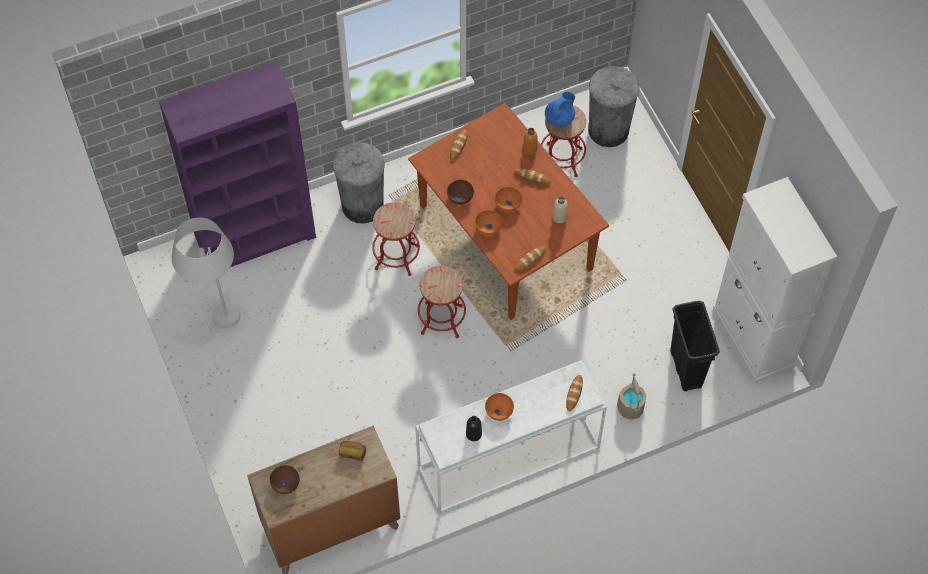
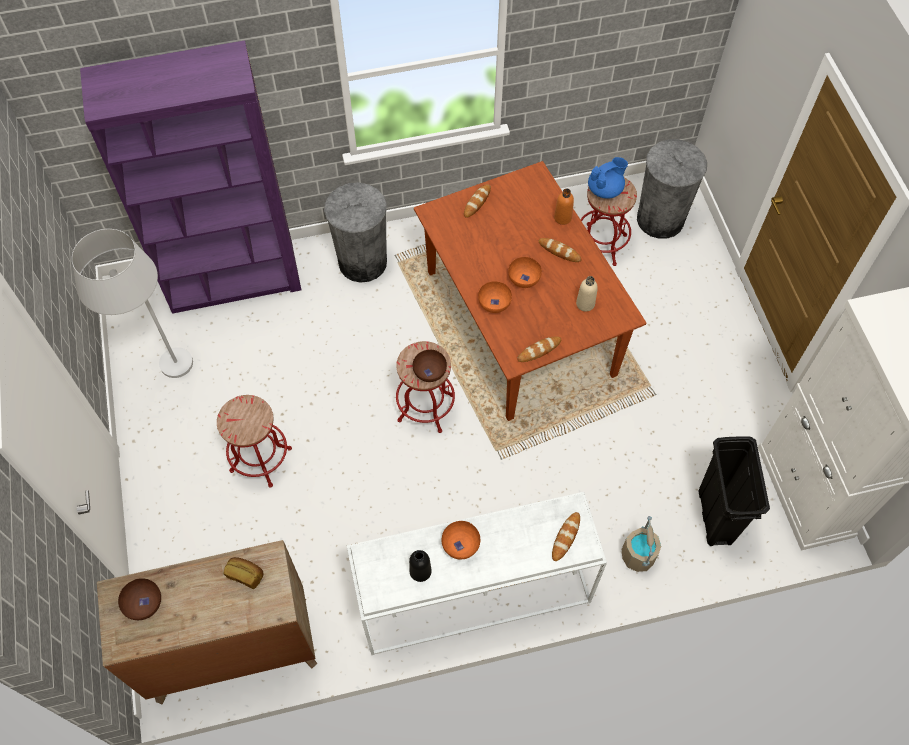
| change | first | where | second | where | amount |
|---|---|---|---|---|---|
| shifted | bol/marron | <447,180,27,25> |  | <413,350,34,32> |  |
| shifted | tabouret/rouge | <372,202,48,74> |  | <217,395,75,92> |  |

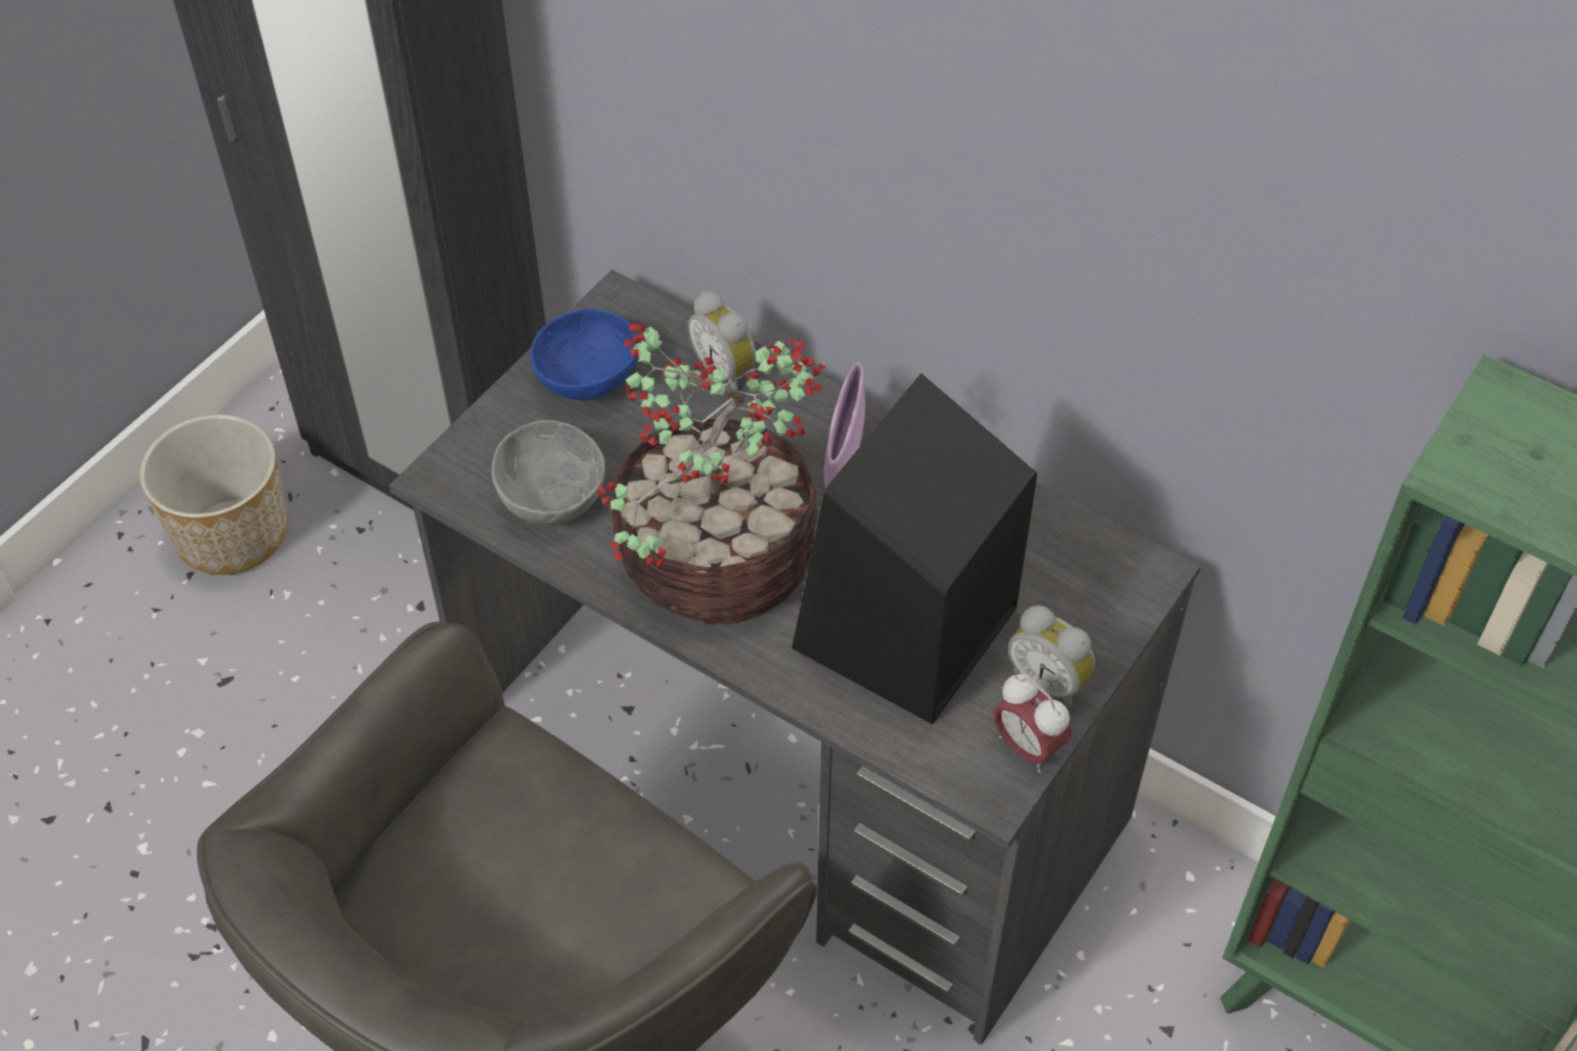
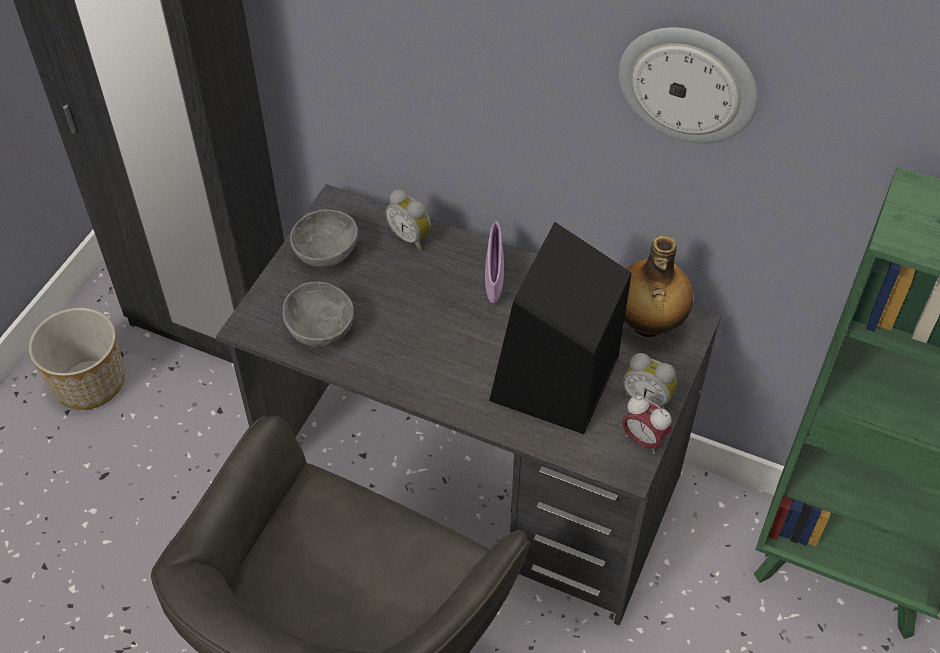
| change | first | where | second | where | amount |
|---|---|---|---|---|---|
| repainted | bol/bleu | <530,309,108,91> | bol/gris | <290,209,68,58> |  |
| gone | plante en pot | <597,322,229,302> |  |  |  |
| new |  |  | horloge murale | <619,27,139,116> |  |
| new |  |  | bouteille | <624,236,69,101> |  |

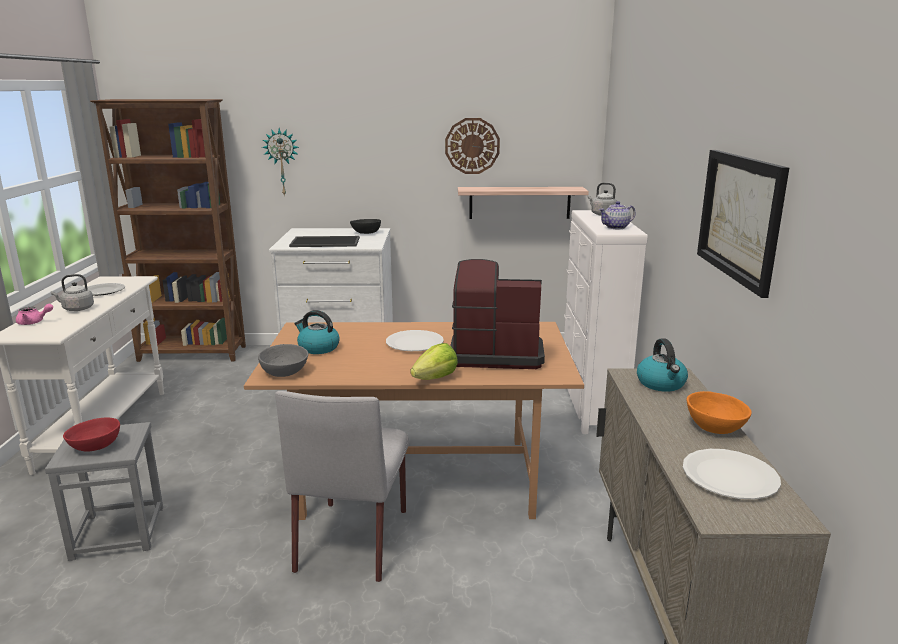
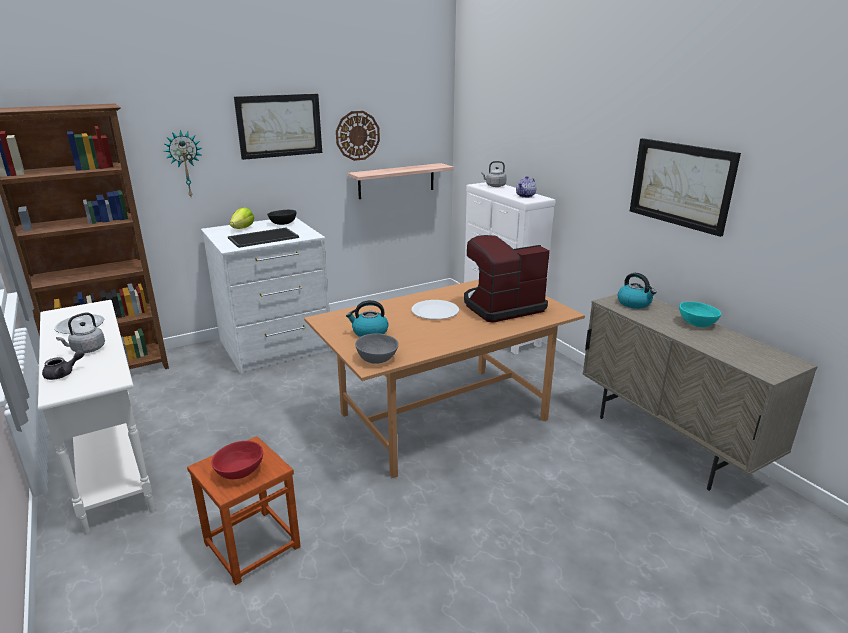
| change | first | where | second | where | amount |
|---|---|---|---|---|---|
| repainted | théière/rose | <16,304,37,21> | théière/gris | <42,350,43,30> |  |
| shifted | laitue | <411,343,47,37> |  | <230,207,25,22> |  |
| gone | chaise/gris | <275,391,134,191> |  |  |  |
| repainted | bol/orange | <687,391,65,43> | bol/turquoise | <679,302,42,25> |  |
| repainted | tabouret/gris | <45,422,118,139> | tabouret/marron | <187,436,114,149> |  |
| gone | assiette/blanc | <683,449,98,50> |  |  |  |
| new |  |  | tableau | <234,94,88,66> |  |

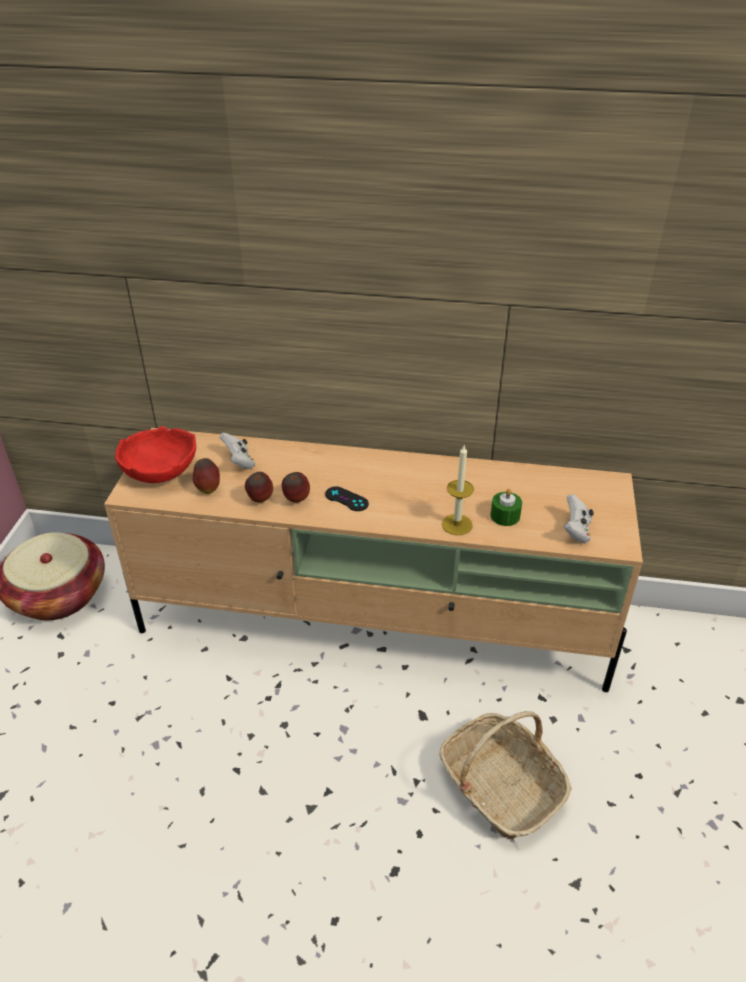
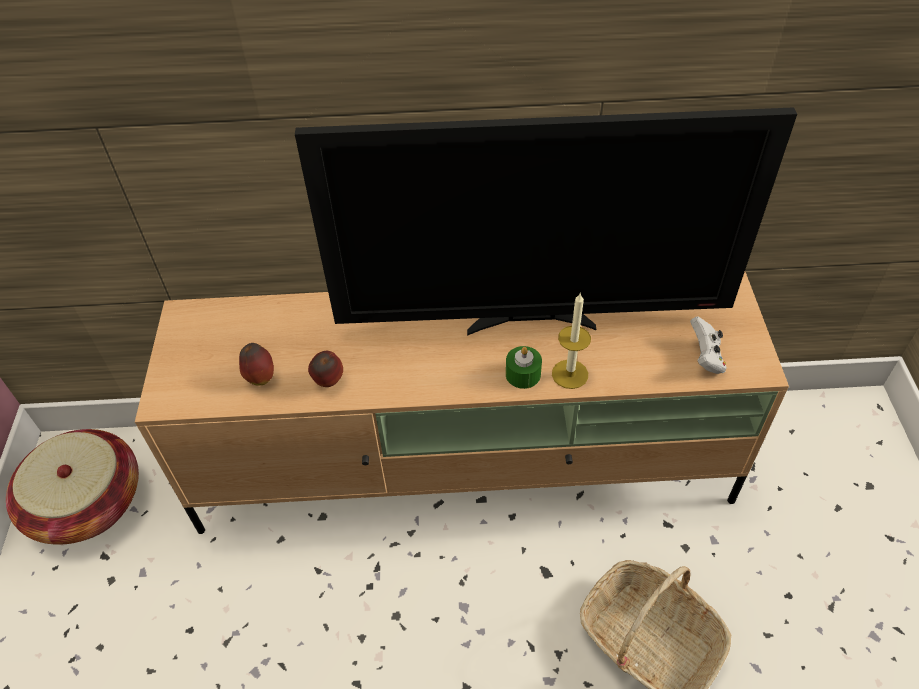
| change | first | where | second | where | amount |
|---|---|---|---|---|---|
| gone | bol/rouge | <115,426,81,57> |  |  |  |
| gone | manette/blanc | <219,433,36,36> |  |  |  |
| gone | pomme | <282,472,28,31> |  |  |  |
| gone | manette/noir | <325,486,44,25> |  |  |  |
| shifted | bougie/vert | <490,489,32,37> |  | <506,346,36,43> |  |
| new |  |  | téléviseur | <295,107,502,229> |  |

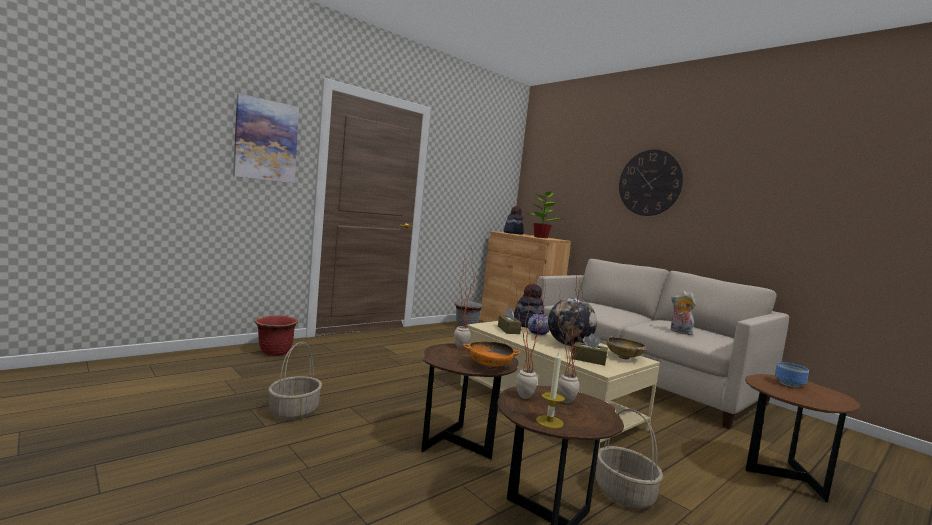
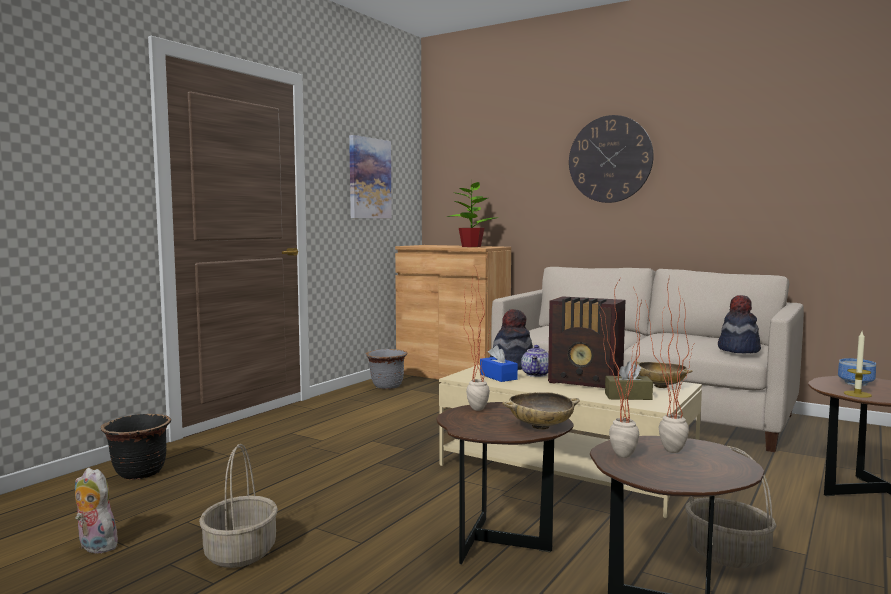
| change | first | where | second | where | amount |
|---|---|---|---|---|---|
| shifted | tableau | <233,94,66,89> |  | <349,135,43,83> |  |
| shifted | chapeau | <504,206,20,29> |  | <718,295,43,58> |  |
| shifted | peluche | <671,291,25,44> |  | <75,468,47,85> |  |
| swapped | globe | <548,298,49,48> | radio | <548,296,77,92> |  |
| repainted | boîte à mouchoirs/marron | <498,307,24,27> | boîte à mouchoirs/bleu | <480,345,38,37> |  |
| repainted | cache-pot/rouge | <255,315,43,41> | cache-pot/noir | <101,414,70,66> |  |
| repainted | bol/orange | <463,341,58,28> | bol/beige | <502,392,78,37> |  |
| shifted | bougie | <536,352,29,77> |  | <844,332,28,66> |  |

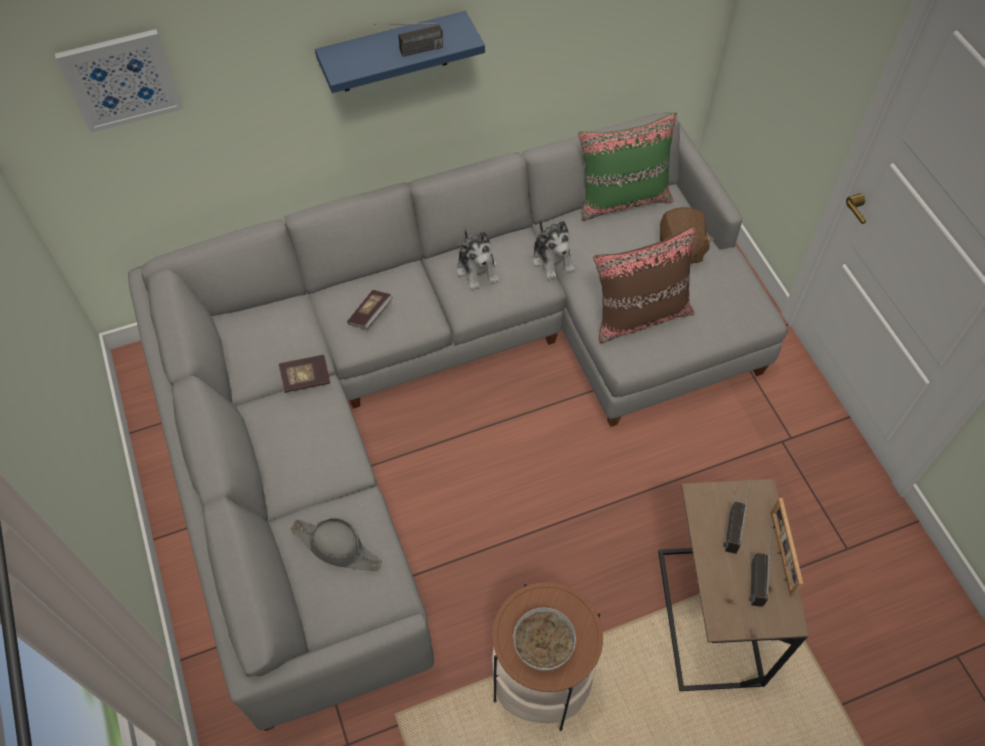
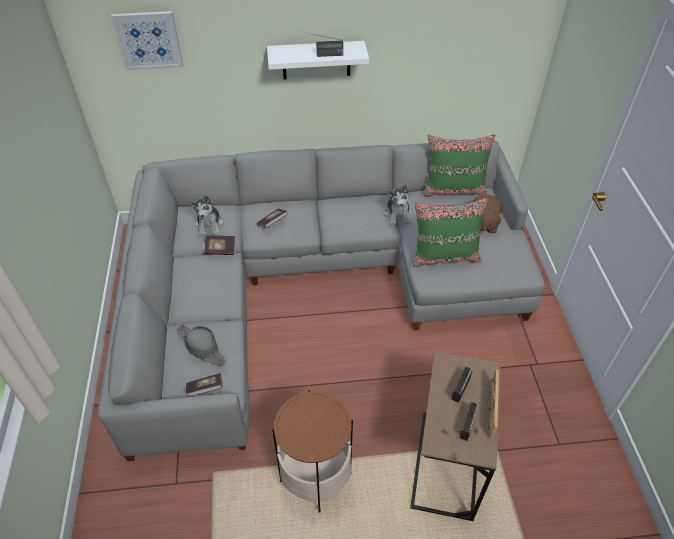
| change | first | where | second | where | amount |
|---|---|---|---|---|---|
| repainted | étagère/bleu | <315,11,170,82> | étagère/blanc | <267,41,102,38> |  |
| repainted | coussin/marron | <593,226,103,118> | coussin/vert | <412,198,76,69> |  |
| shifted | peluche | <456,229,43,62> |  | <189,195,34,41> |  |
| gone | bol | <513,607,63,64> |  |  |  |
| new |  |  | livre | <186,373,37,24> |  |

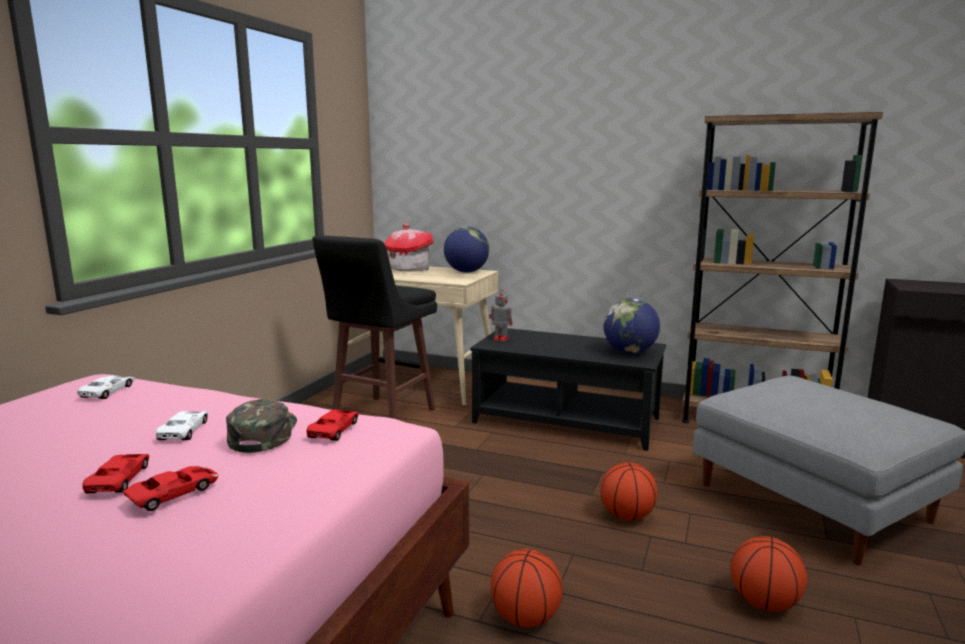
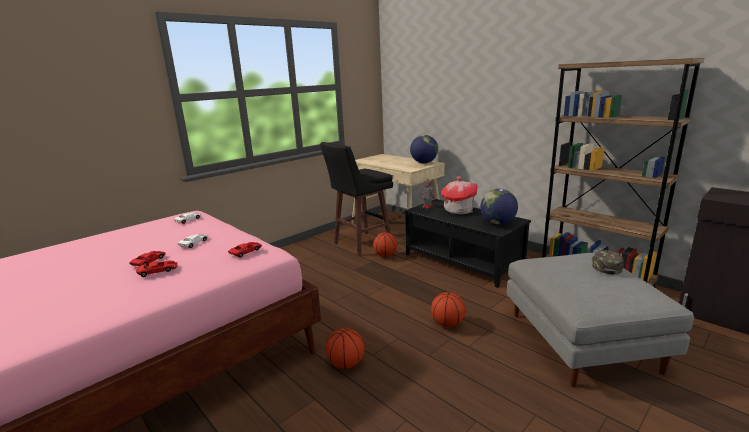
| change | first | where | second | where | amount |
|---|---|---|---|---|---|
| shifted | maison miniature | <384,223,50,48> |  | <441,176,37,38> |  |
| shifted | casquette/vert | <226,399,71,54> |  | <592,250,32,24> |  |
| shifted | ballon de basket | <730,536,78,76> |  | <373,232,25,25> |  |

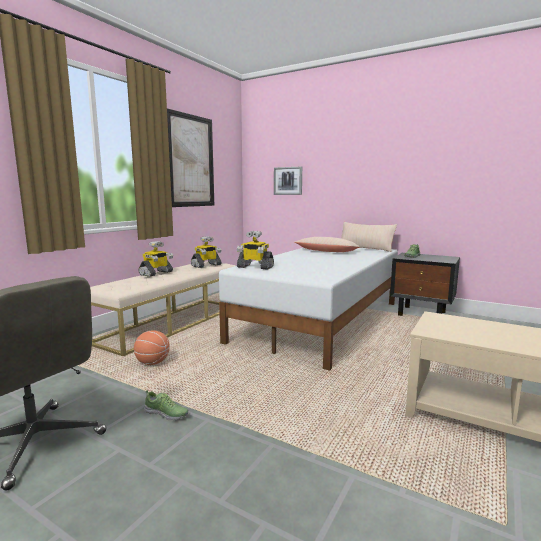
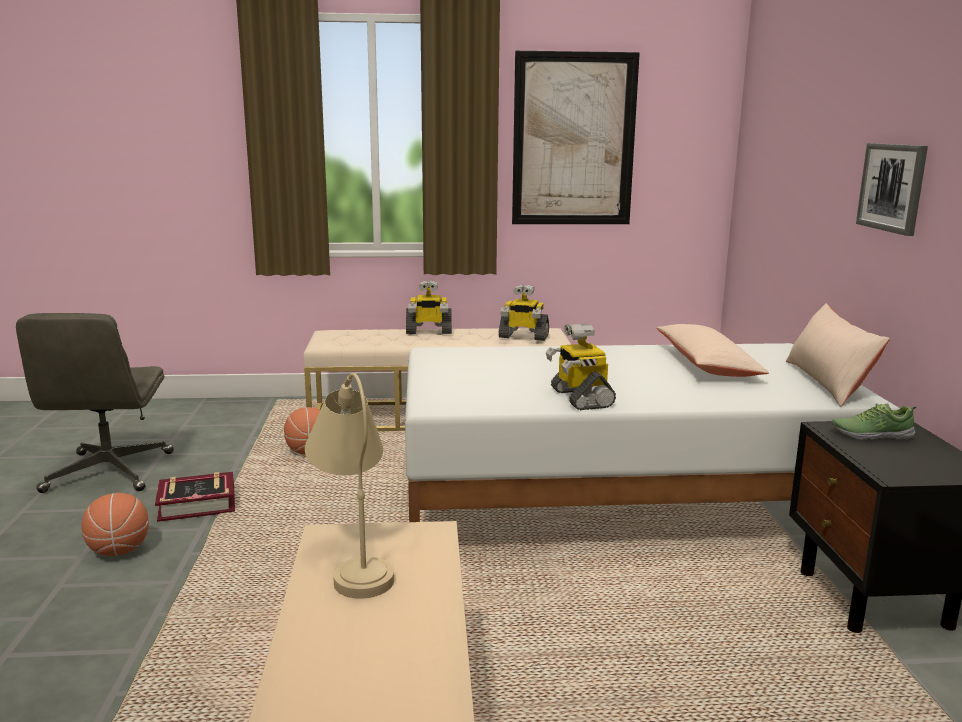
| change | first | where | second | where | amount |
|---|---|---|---|---|---|
| shifted | tableau | <274,166,28,29> |  | <856,143,72,93> |  |
| shifted | robot jouet | <237,231,37,39> |  | <546,323,70,87> |  |
| swapped | chaussure | <144,390,44,30> | livre | <155,472,80,50> |  |
| new |  |  | lampe de table/beige | <305,373,89,226> |  |
| new |  |  | ballon de basket | <81,493,68,63> |  |

